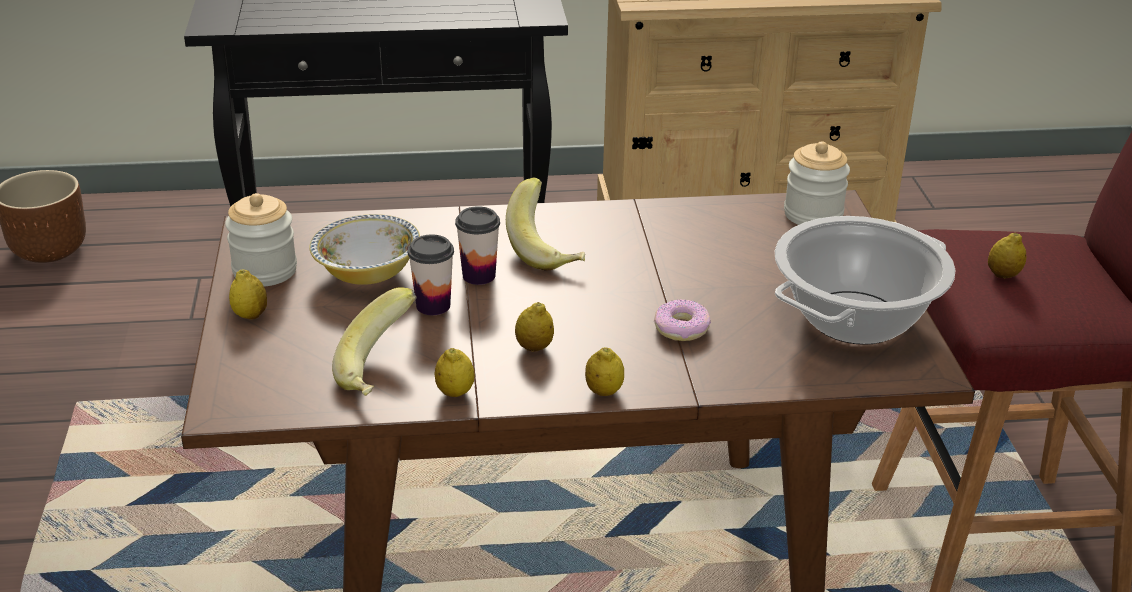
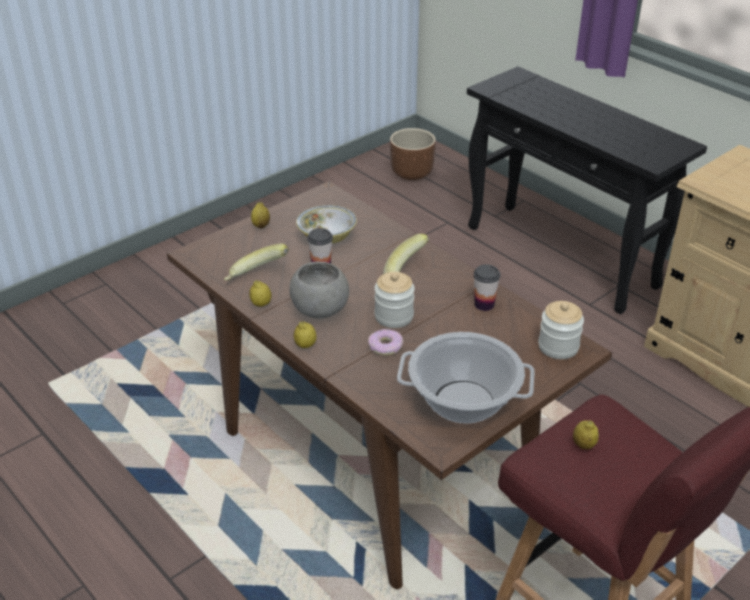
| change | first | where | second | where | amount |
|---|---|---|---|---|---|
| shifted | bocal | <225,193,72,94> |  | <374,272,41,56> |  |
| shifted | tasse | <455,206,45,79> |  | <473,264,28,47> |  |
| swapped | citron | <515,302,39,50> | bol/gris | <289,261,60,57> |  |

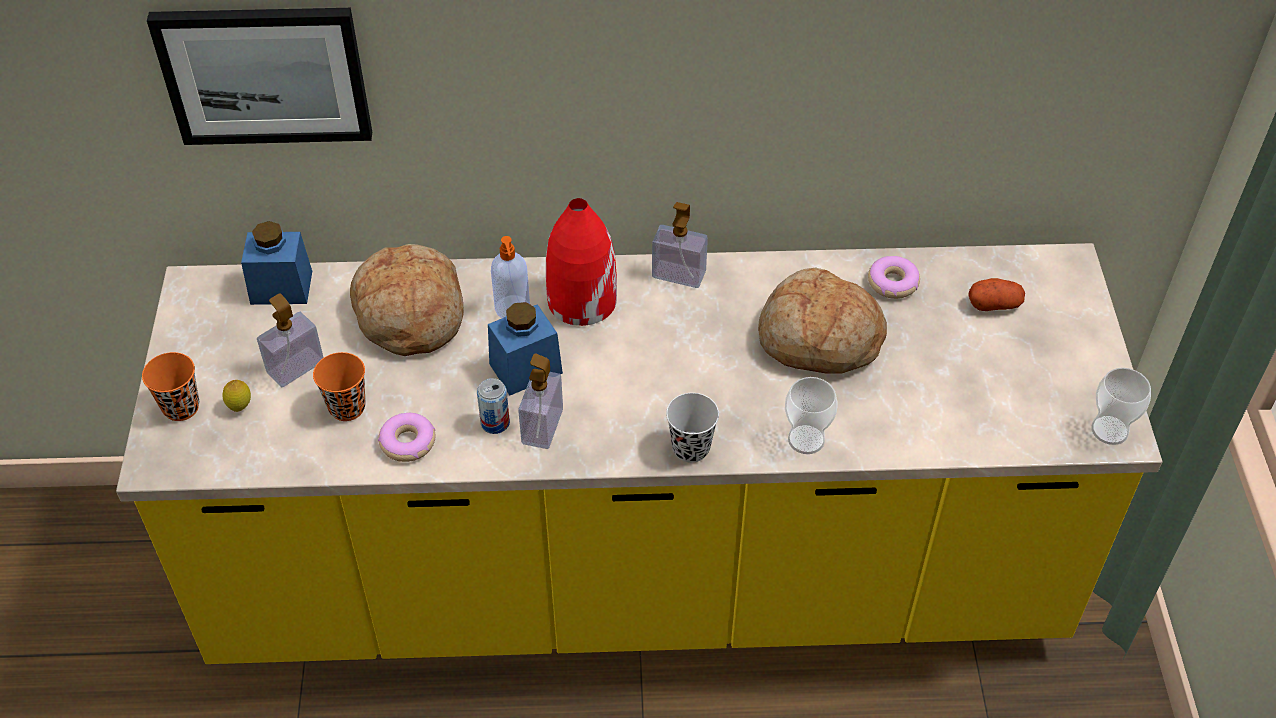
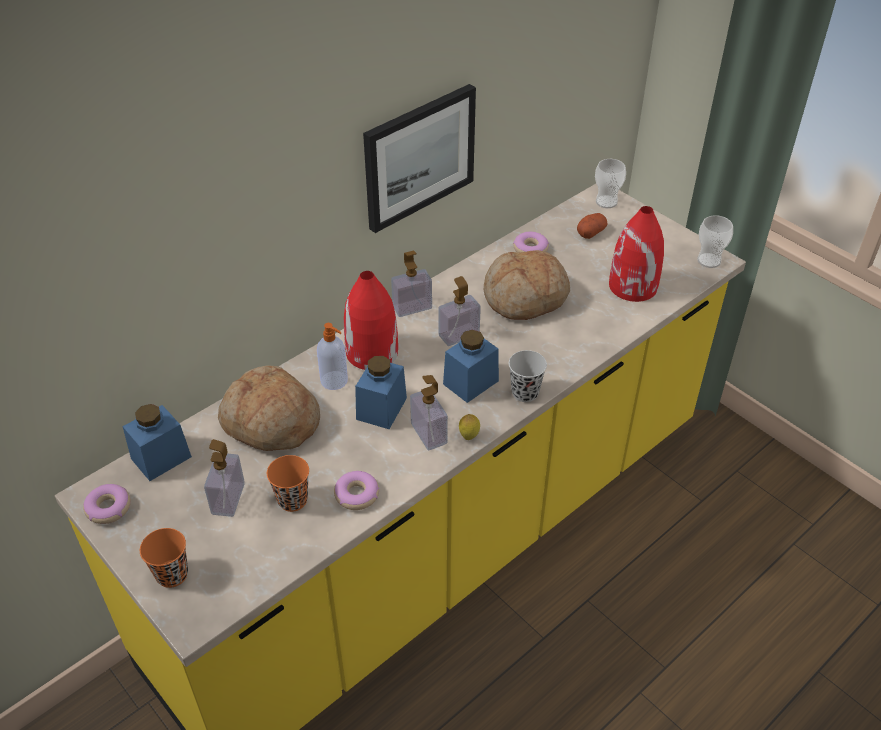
| change | first | where | second | where | amount |
|---|---|---|---|---|---|
| shifted | tableau | <147,8,225,137> |  | <363,84,113,149> |  |
| shifted | tasse | <785,377,53,77> |  | <595,159,31,49> |  |
| gone | boîte métallique | <477,378,33,56> |  |  |  |
| shifted | citron | <222,380,29,32> |  | <459,414,21,26> |  |
| new |  |  | vase/rouge | <609,206,55,96> |  |
| new |  |  | distributeur de savon | <438,276,43,70> |  |
| new |  |  | bocal/bleu | <443,330,56,73> |  |
| new |  |  | beignet | <83,484,48,40> |  |

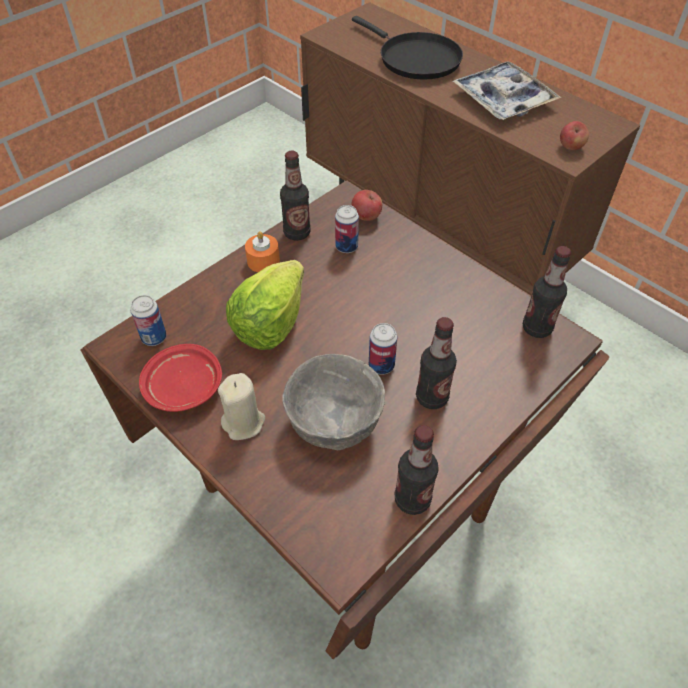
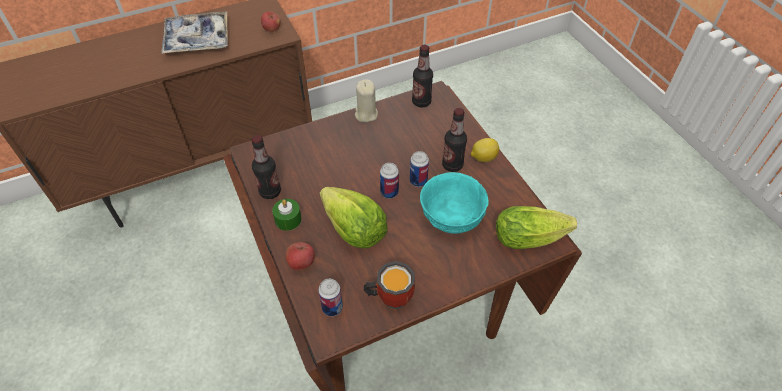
| change | first | where | second | where | amount |
|---|---|---|---|---|---|
| gone | poêle/noir | <352,16,111,64> |  |  |  |
| shifted | pomme | <351,190,31,31> |  | <286,242,29,28> |  |
| shifted | boîte métallique | <335,205,24,48> |  | <380,163,19,36> |  |
| repainted | bougie/orange | <245,231,35,41> | bougie/vert | <272,199,30,32> |  |
| swapped | assiette/rouge | <139,344,83,68> | mug | <364,261,51,49> |  |
| repainted | bol/gris | <283,354,102,96> | bol/turquoise | <420,172,69,62> |  |
| shifted | bougie/beige | <218,373,47,67> |  | <355,79,23,44> |  |
| gone | bouteille | <395,425,44,90> |  |  |  |
| new |  |  | citron | <471,138,28,24> |  |
| new |  |  | laitue | <496,206,81,43> |  |

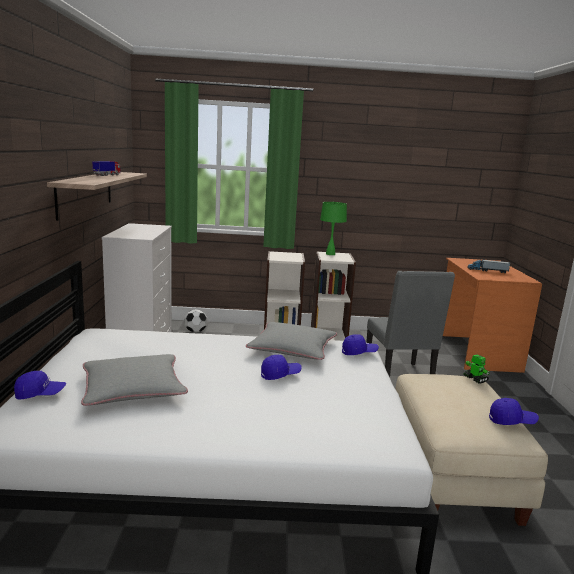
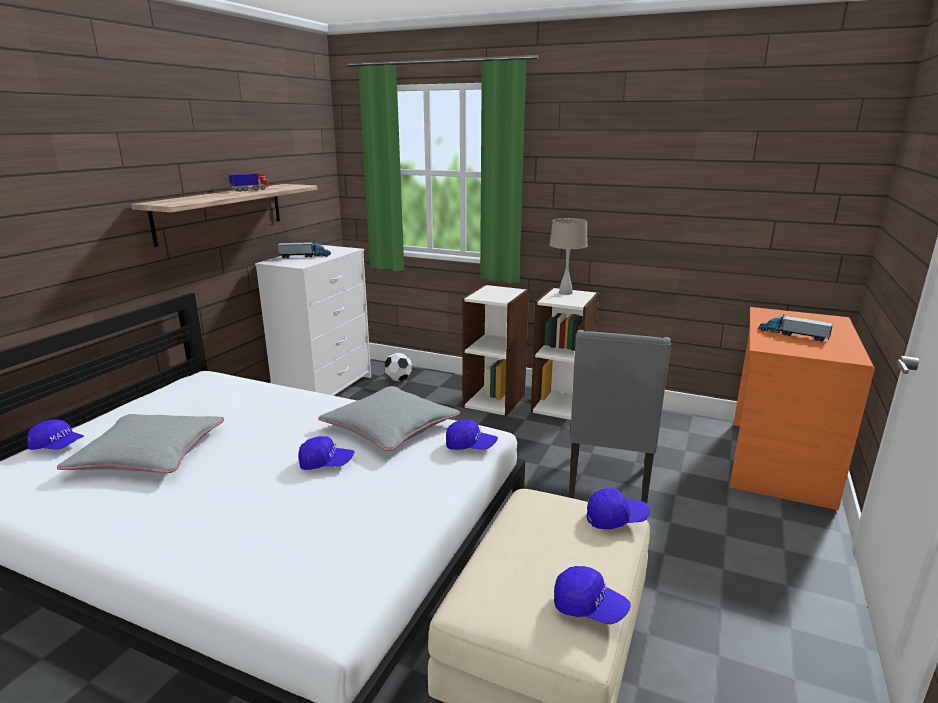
| change | first | where | second | where | amount |
|---|---|---|---|---|---|
| repainted | lampe de table/vert | <320,202,27,53> | lampe de table/beige | <549,218,39,77> |  |
| swapped | robot jouet | <464,354,26,30> | casquette/bleu | <586,488,64,41> |  |
| new |  |  | camion jouet | <278,241,53,17> |  |

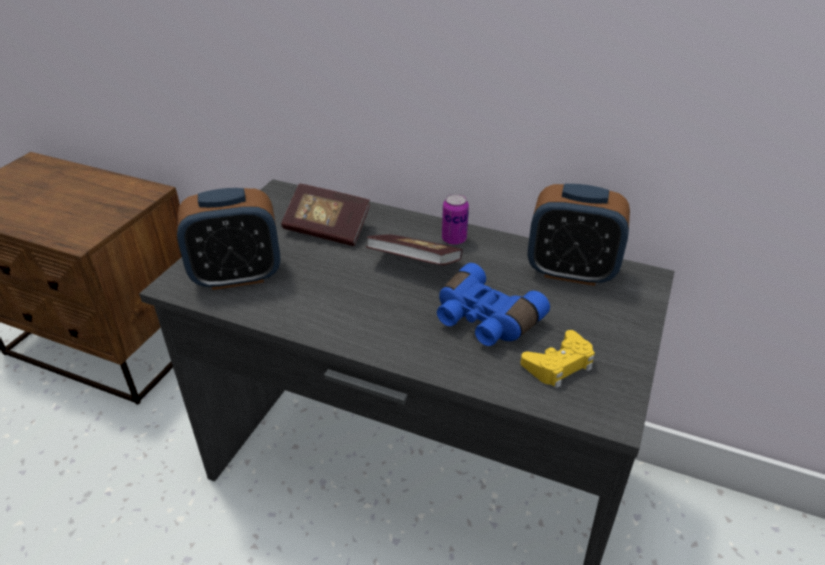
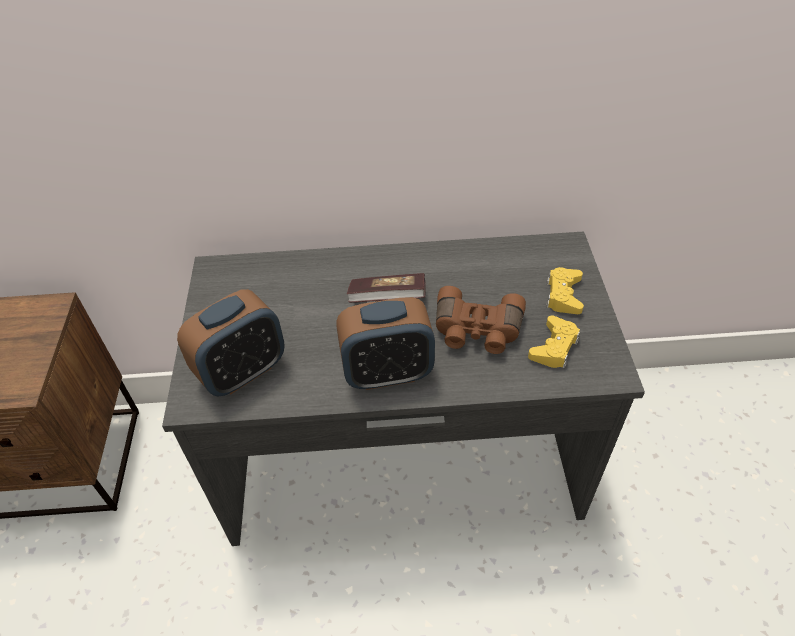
| change | first | where | second | where | amount |
|---|---|---|---|---|---|
| gone | livre | <281,183,89,63> |  |  |  |
| shifted | réveil | <528,184,102,102> |  | <336,297,99,93> |  |
| gone | boîte métallique | <442,194,27,51> |  |  |  |
| repainted | jumelles/bleu | <437,263,113,83> | jumelles/marron | <436,286,90,68> |  |
| new |  |  | manette/jaune | <546,267,38,47> |  |

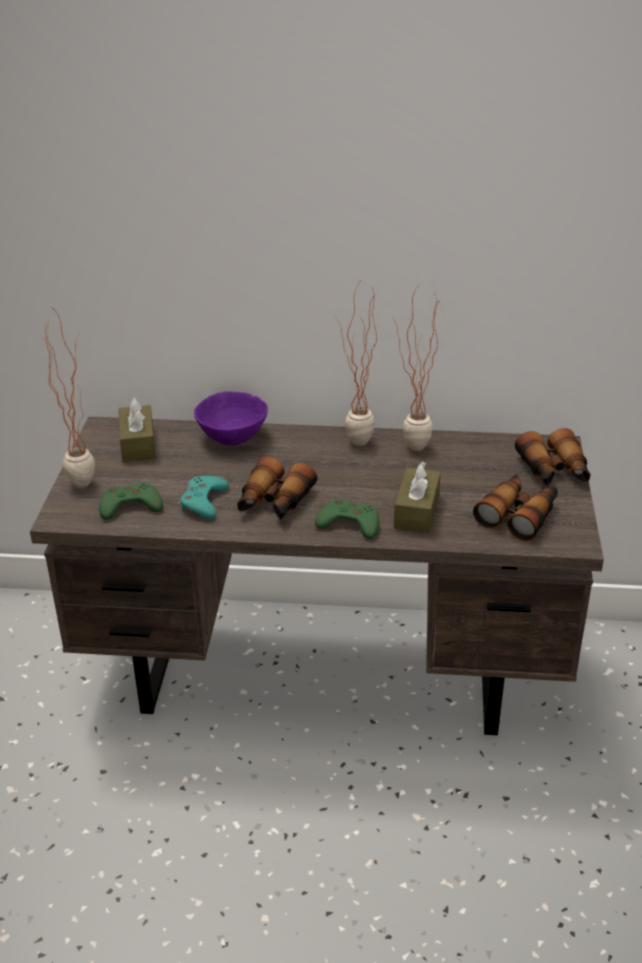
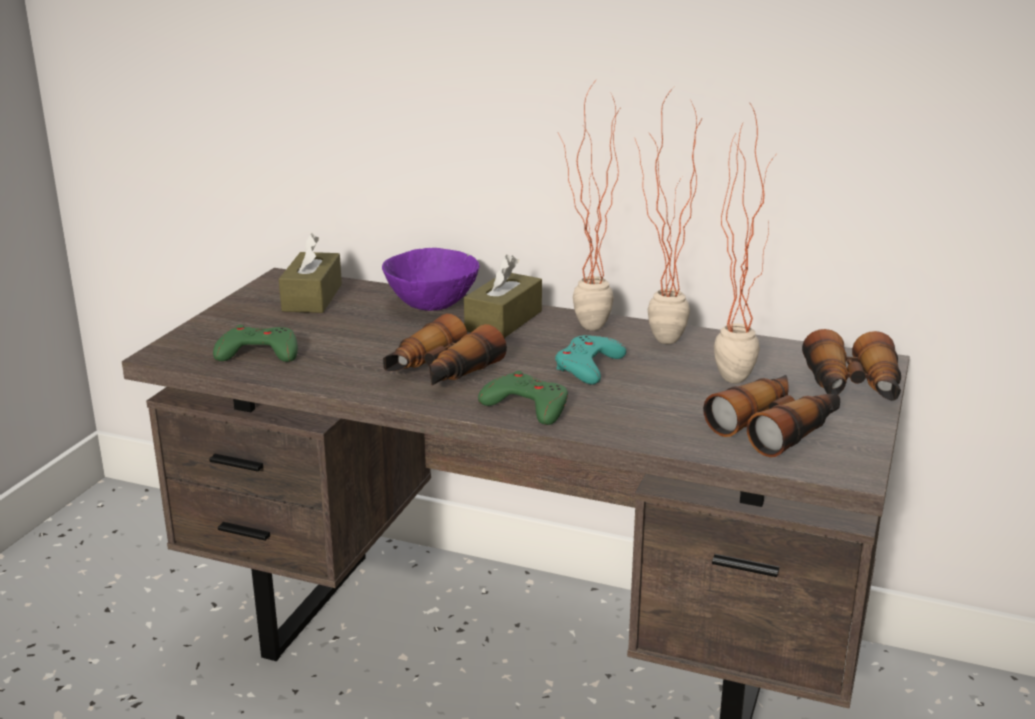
| change | first | where | second | where | amount |
|---|---|---|---|---|---|
| shifted | plante en pot | <45,306,50,182> |  | <714,102,61,281> |  |
| shifted | boîte à mouchoirs/marron | <394,461,47,72> |  | <464,255,78,83> |  |
| shifted | manette/turquoise | <180,476,49,43> |  | <555,335,71,50> |  |

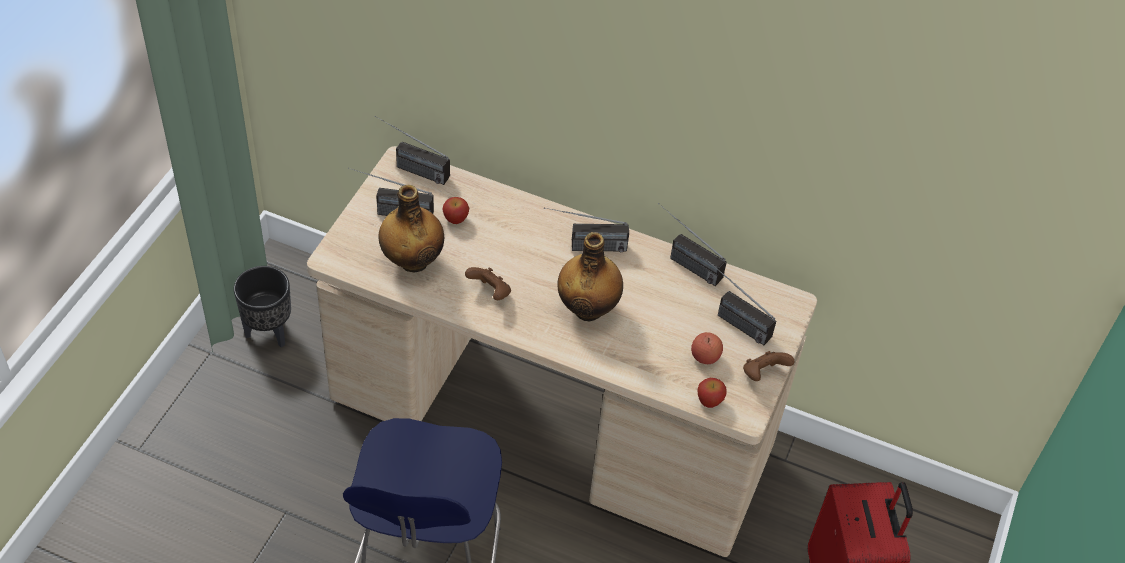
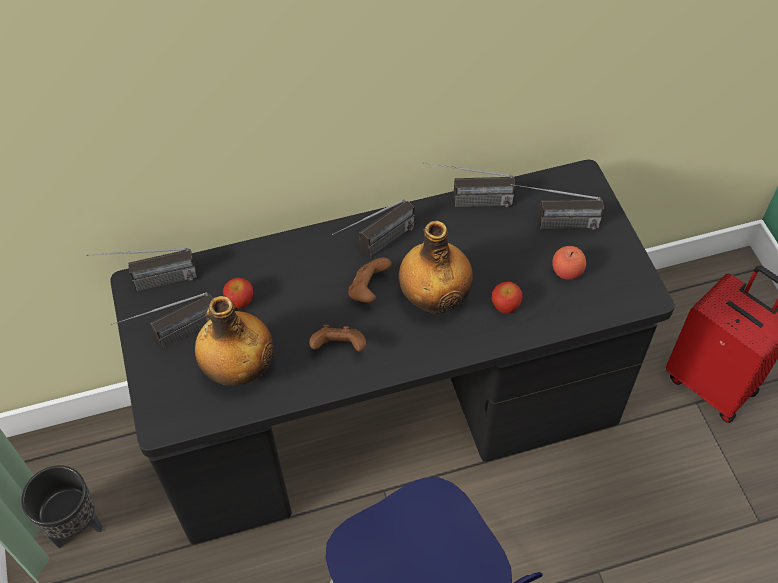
| change | first | where | second | where | amount |
|---|---|---|---|---|---|
| repainted | bureau/beige | <307,146,510,411> | bureau/noir | <111,160,564,384> |  |
| shifted | manette/marron | <743,351,51,30> |  | <348,258,43,45> |  |
| shifted | pomme | <697,378,30,30> |  | <492,282,31,32> |  |

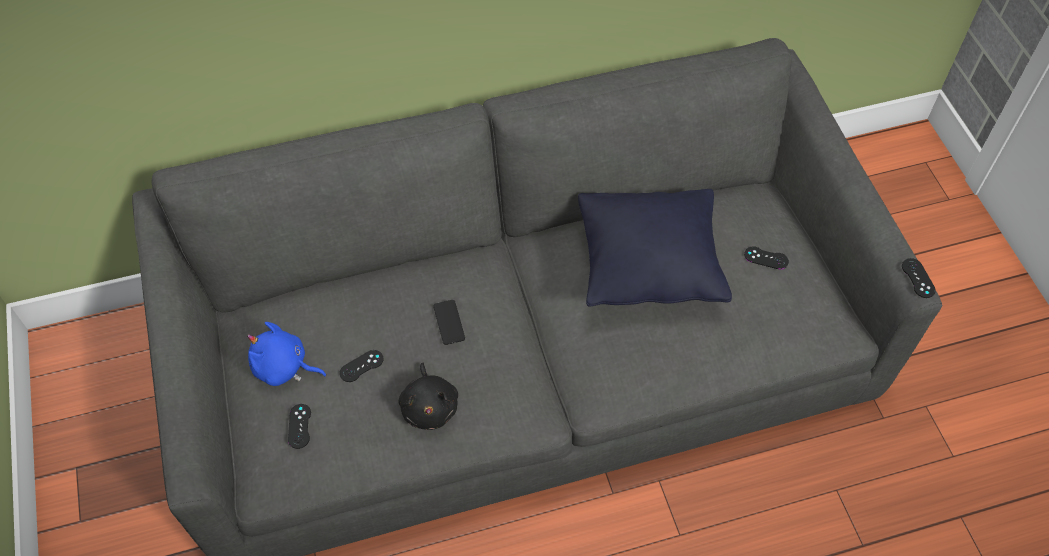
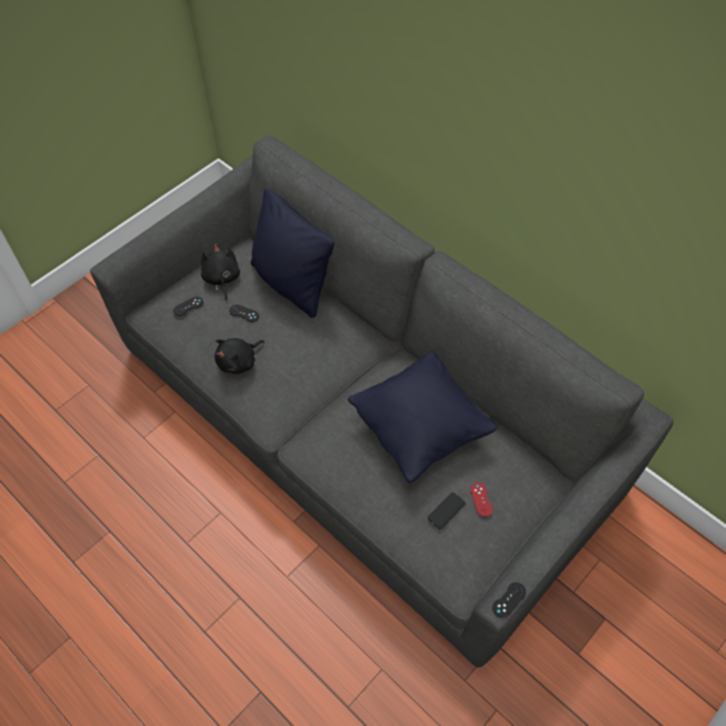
| change | first | where | second | where | amount |
|---|---|---|---|---|---|
| repainted | manette/noir | <744,246,45,23> | manette/rouge | <470,482,23,35> |  |
| shifted | téléphone | <433,300,32,45> |  | <428,492,38,37> |  |
| repainted | peluche/bleu | <247,322,80,64> | peluche/noir | <201,244,39,56> |  |
| new |  |  | coussin/noir | <251,188,83,130> |  |

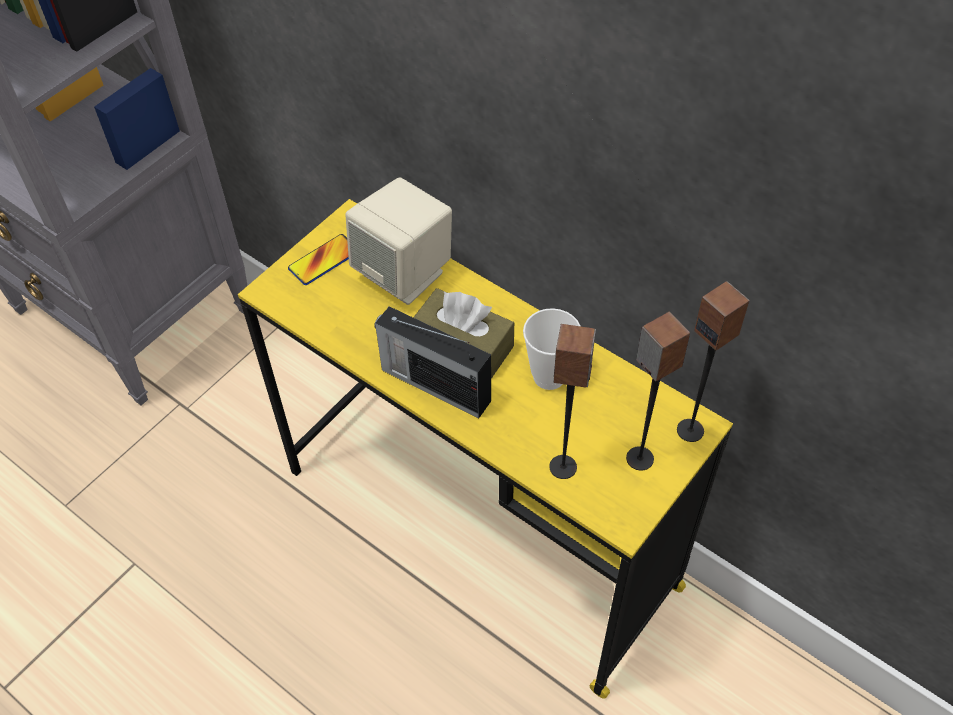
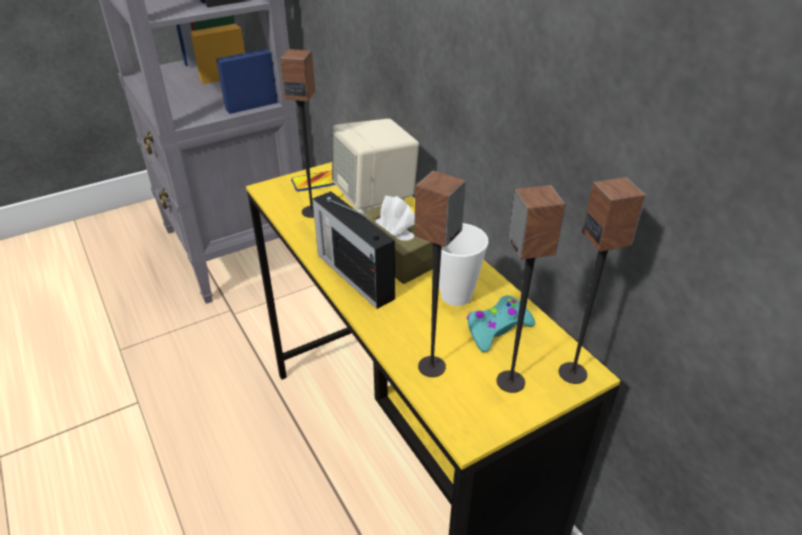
| change | first | where | second | where | amount |
|---|---|---|---|---|---|
| new |  |  | enceinte | <280,49,35,169> |  |
| new |  |  | manette/turquoise | <467,295,68,57> |  |

